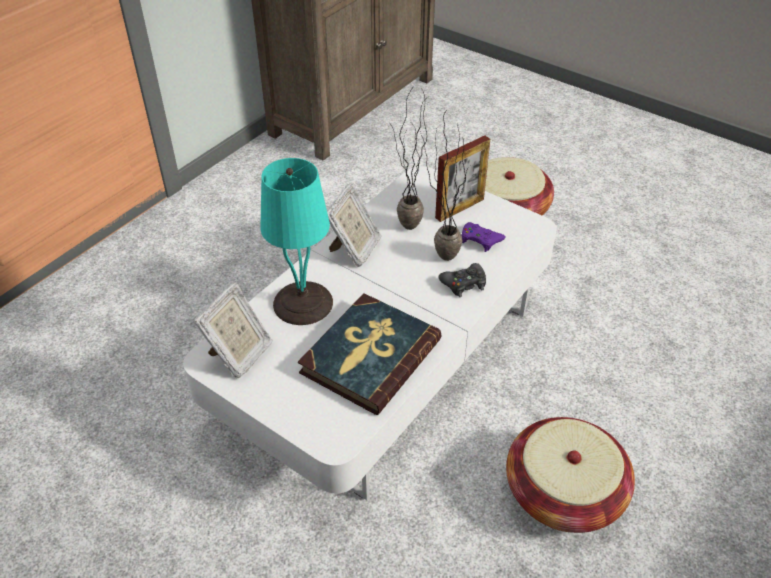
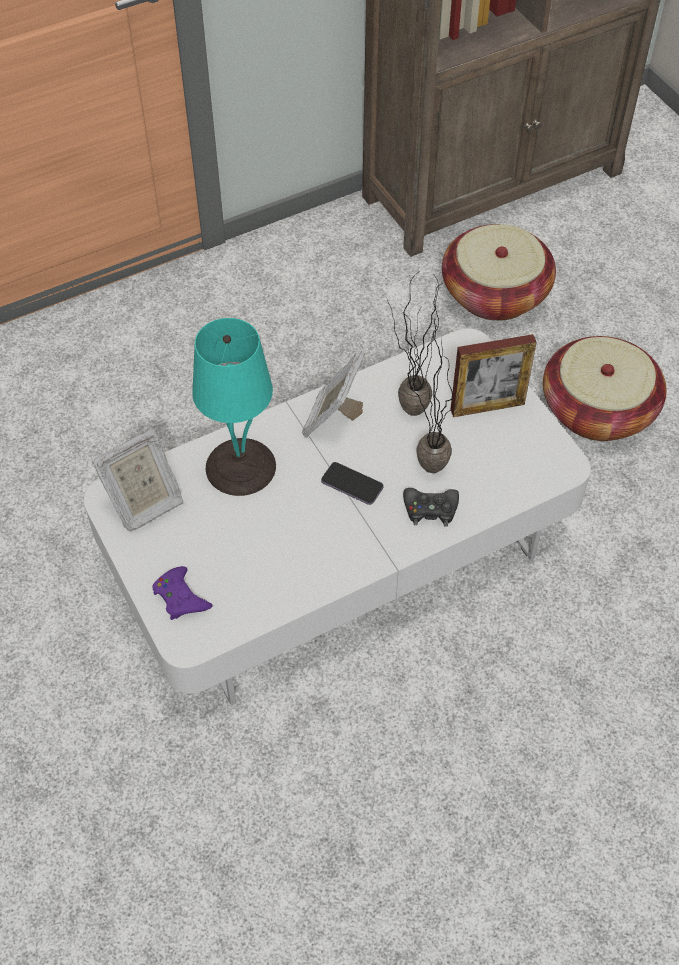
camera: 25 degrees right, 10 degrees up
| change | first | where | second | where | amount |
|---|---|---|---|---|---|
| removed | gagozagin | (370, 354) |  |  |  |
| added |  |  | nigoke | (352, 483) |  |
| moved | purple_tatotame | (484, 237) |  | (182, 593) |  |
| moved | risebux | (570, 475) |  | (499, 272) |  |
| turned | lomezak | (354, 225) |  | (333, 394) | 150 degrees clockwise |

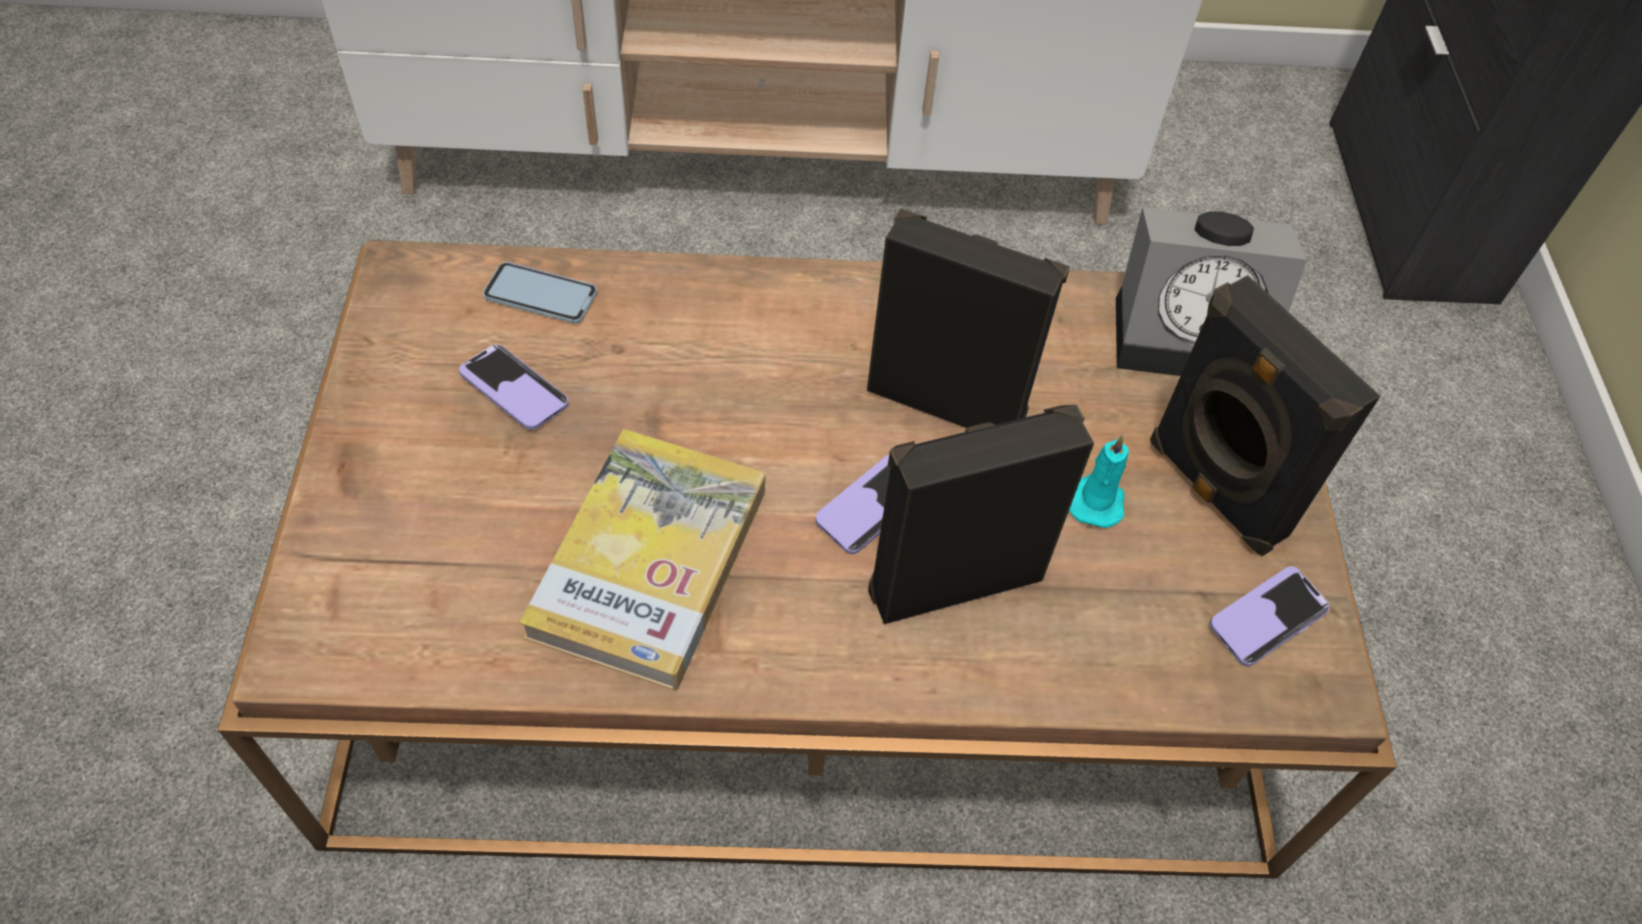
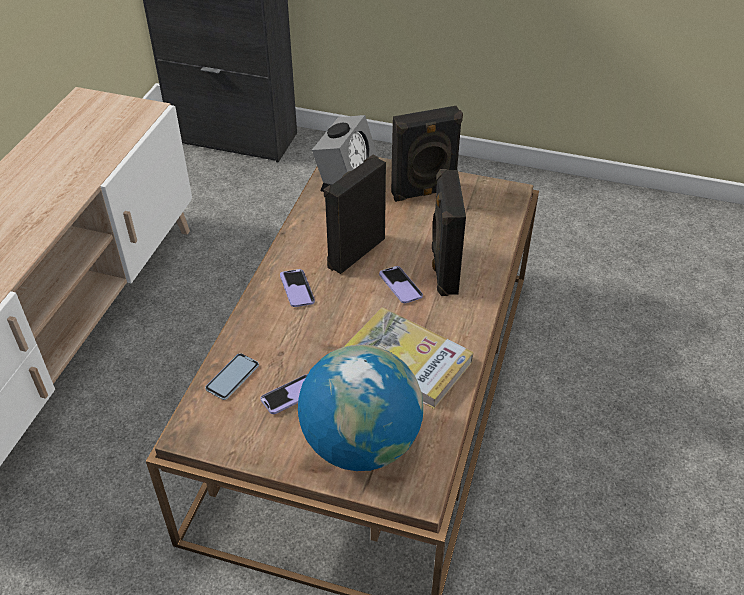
camera: 70 degrees left, 10 degrees down
| change | first | where | second | where | amount |
|---|---|---|---|---|---|
| removed | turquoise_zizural | (1099, 481) |  |  |  |
| added |  |  | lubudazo | (360, 408) |  |
| moved | nigoke | (1270, 616) |  | (297, 288) |  |

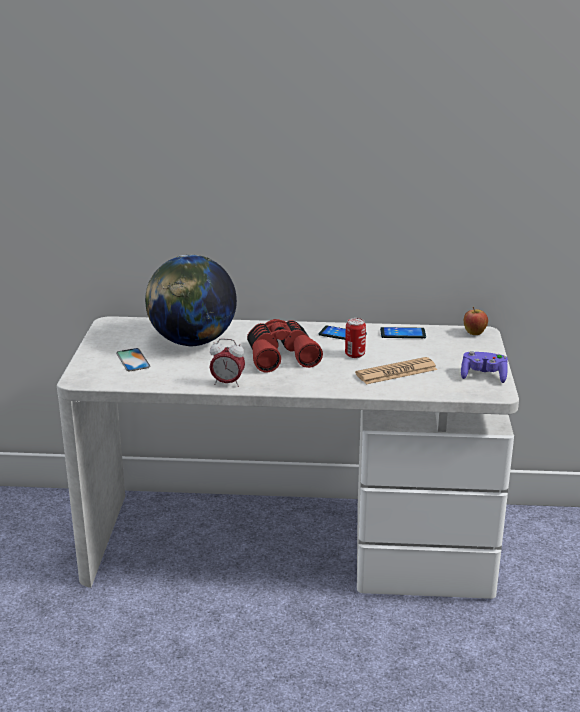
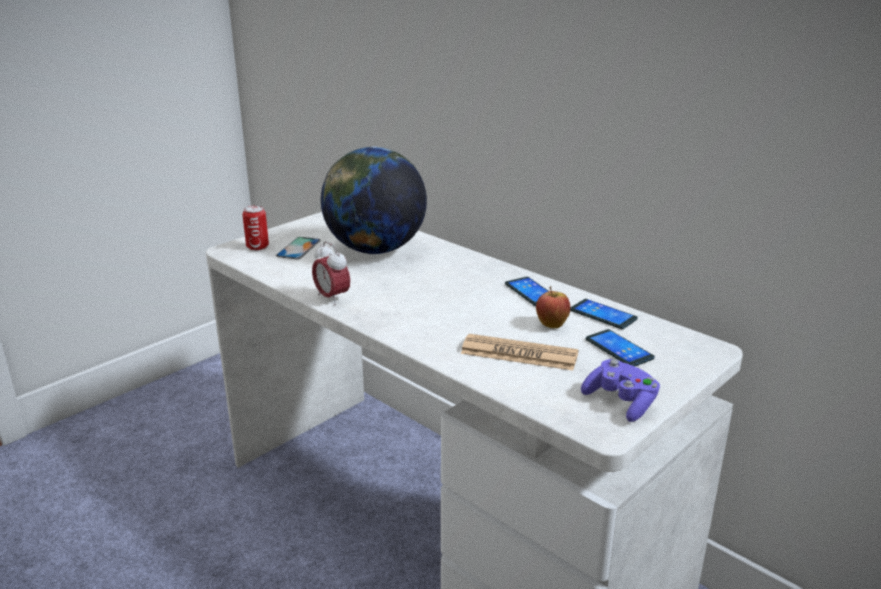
camera: 40 degrees right, 0 degrees up
| change | first | where | second | where | amount |
|---|---|---|---|---|---|
| removed | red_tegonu | (285, 345) |  |  |  |
| added |  |  | nigoke | (620, 347) |  |
| moved | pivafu | (355, 338) |  | (255, 228) |  |
| moved | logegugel | (476, 321) |  | (553, 307) |  |

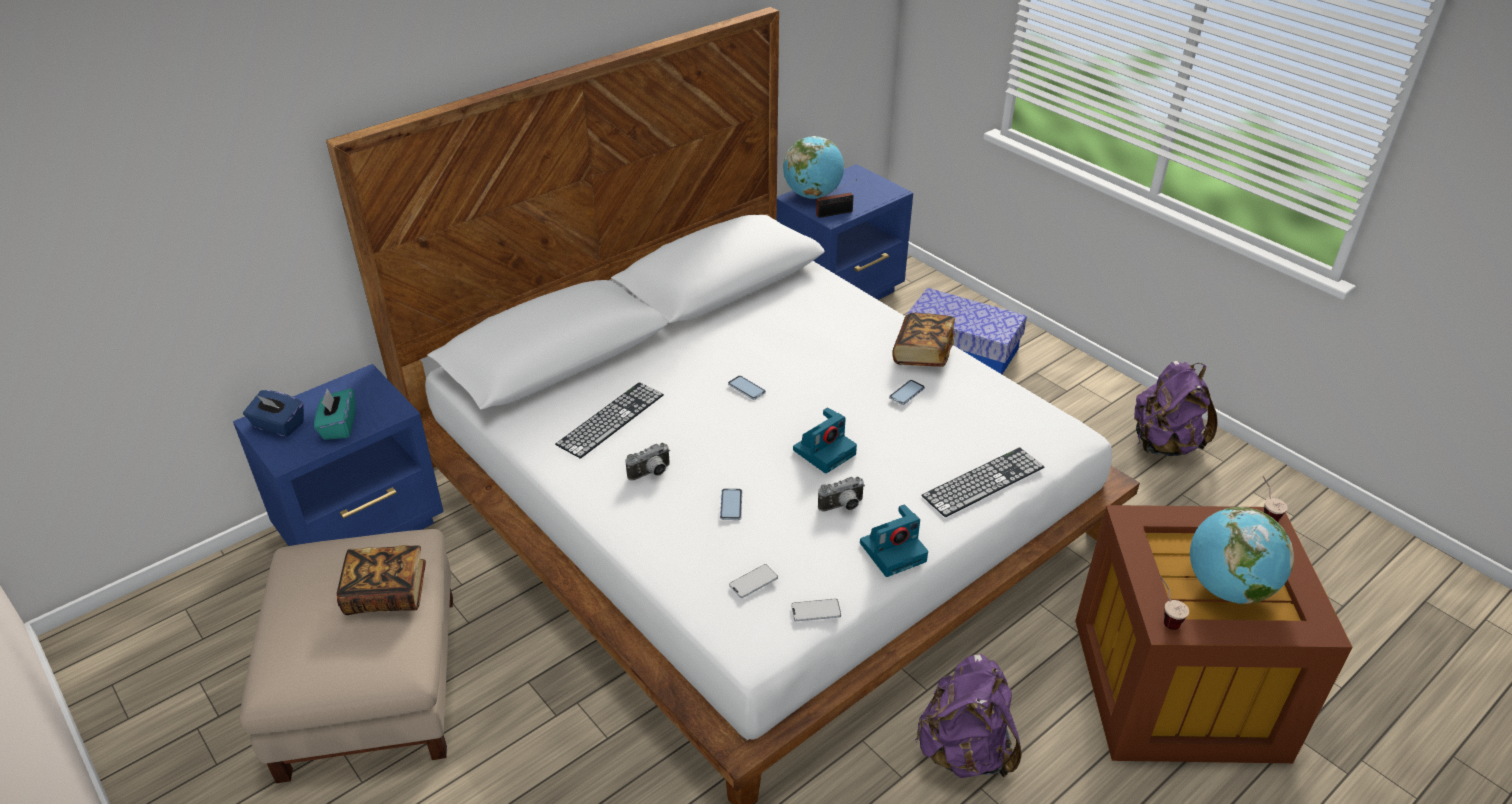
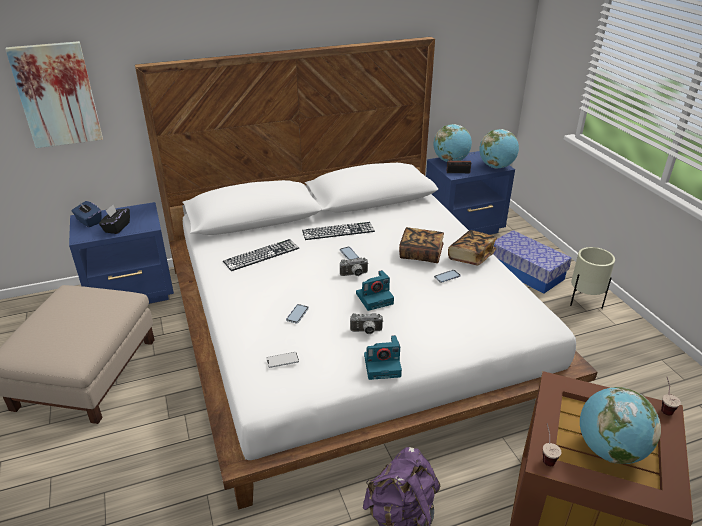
camera: 20 degrees right, 5 degrees down
| change | first | where | second | where | amount |
|---|---|---|---|---|---|
| removed | nigoke | (816, 610) |  |  |  |
| removed | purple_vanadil | (1176, 408) |  |  |  |
| added |  |  | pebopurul | (54, 94) |  |
| added |  |  | lubudazo | (499, 148) |  |
| added |  |  | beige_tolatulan | (592, 278) |  |
| moved | gagozagin | (381, 580) |  | (421, 245) |  |
| moved | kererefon | (648, 462) |  | (354, 267) |  |
| moved | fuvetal | (982, 482) |  | (338, 231) |  |
| recoloured | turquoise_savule | (335, 414) | black_savule | (114, 219) |  |

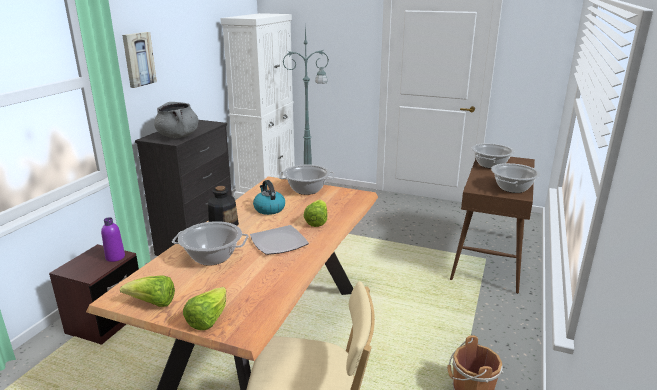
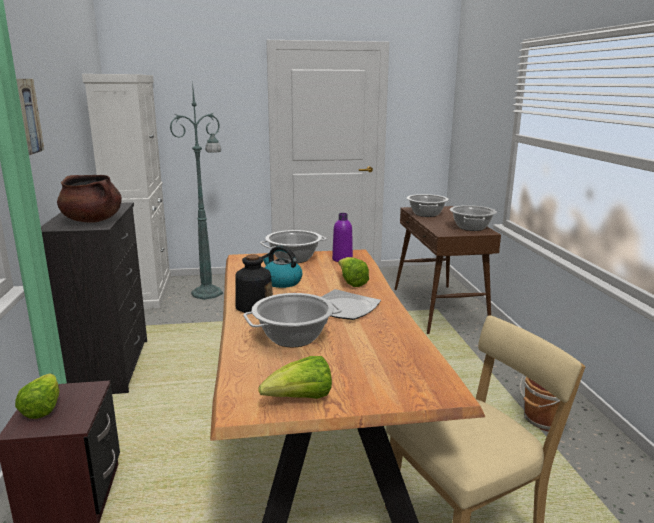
camera: 30 degrees left, 5 degrees down
| change | first | where | second | where | amount |
|---|---|---|---|---|---|
| moved | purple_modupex | (113, 239) |  | (342, 237) |  |
| moved | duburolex | (204, 308) |  | (37, 396) |  |
| recoloured | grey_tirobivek | (176, 120) | brown_tirobivek | (89, 199) |  |

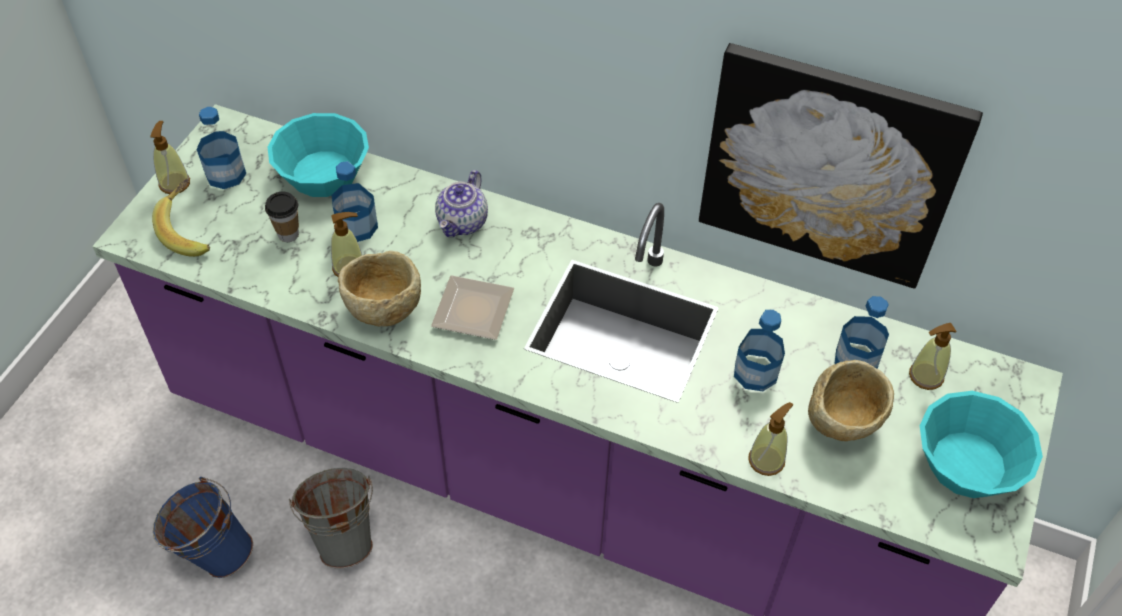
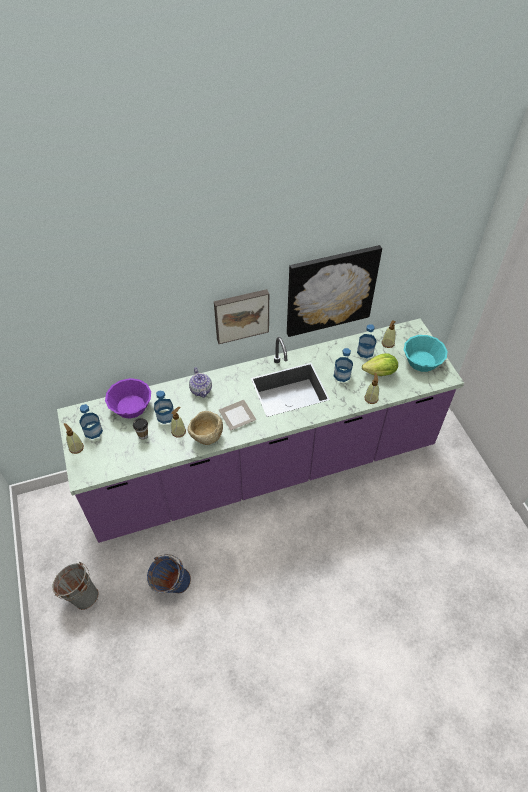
camera: 40 degrees left, 0 degrees up
| change | first | where | second | where | amount |
|---|---|---|---|---|---|
| removed | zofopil | (181, 217) |  |  |  |
| added |  |  | pebopurul | (241, 316) |  |
| moved | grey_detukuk | (331, 518) |  | (75, 586) |  |
| replaced | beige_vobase | (851, 400) | duburolex | (380, 364) |  |
| recoloured | turquoise_vobase | (318, 155) | purple_vobase | (128, 398) |  |

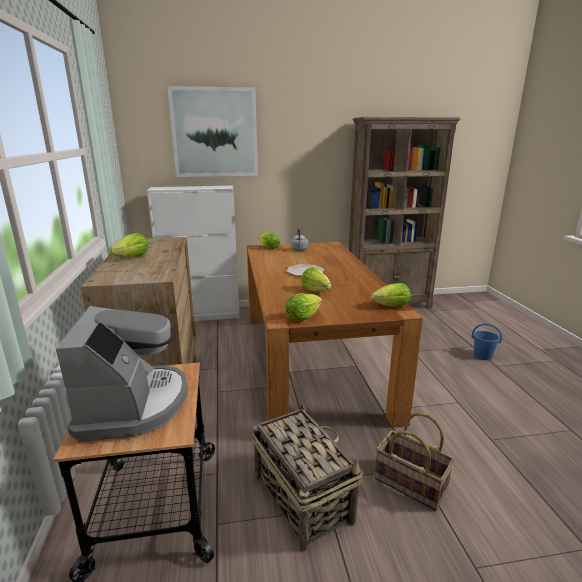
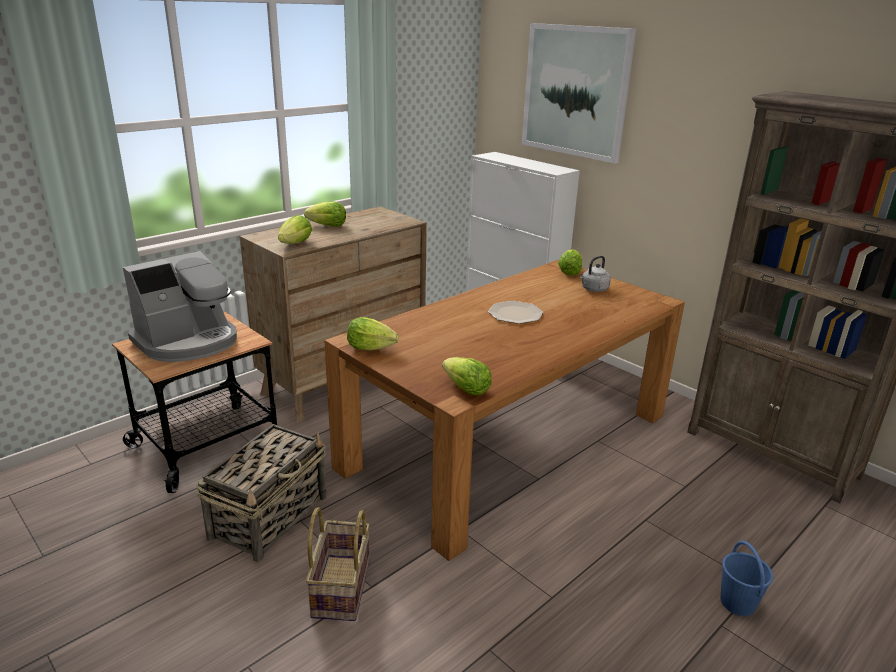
camera: 55 degrees right, 5 degrees up
| change | first | where | second | where | amount |
|---|---|---|---|---|---|
| moved | duburolex | (316, 280) |  | (295, 229) |  |

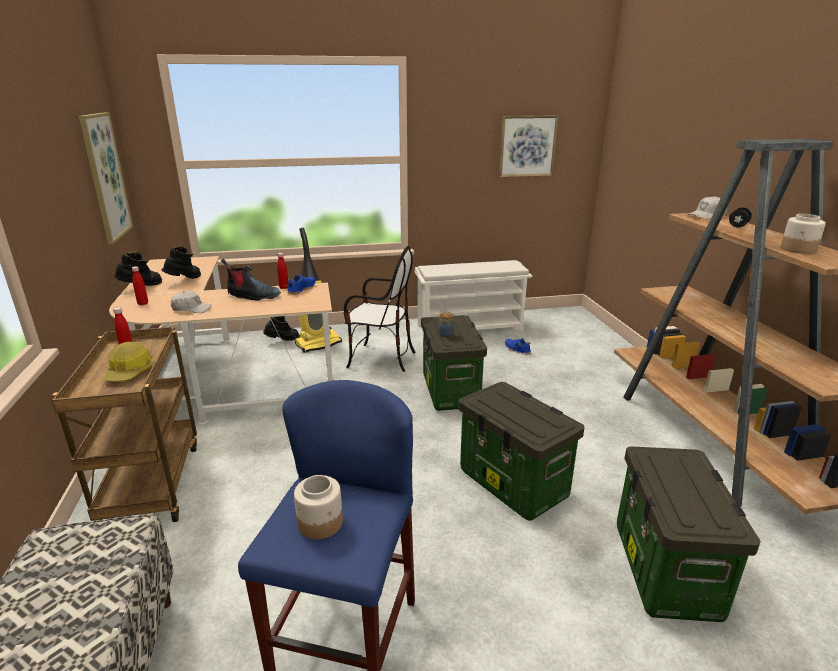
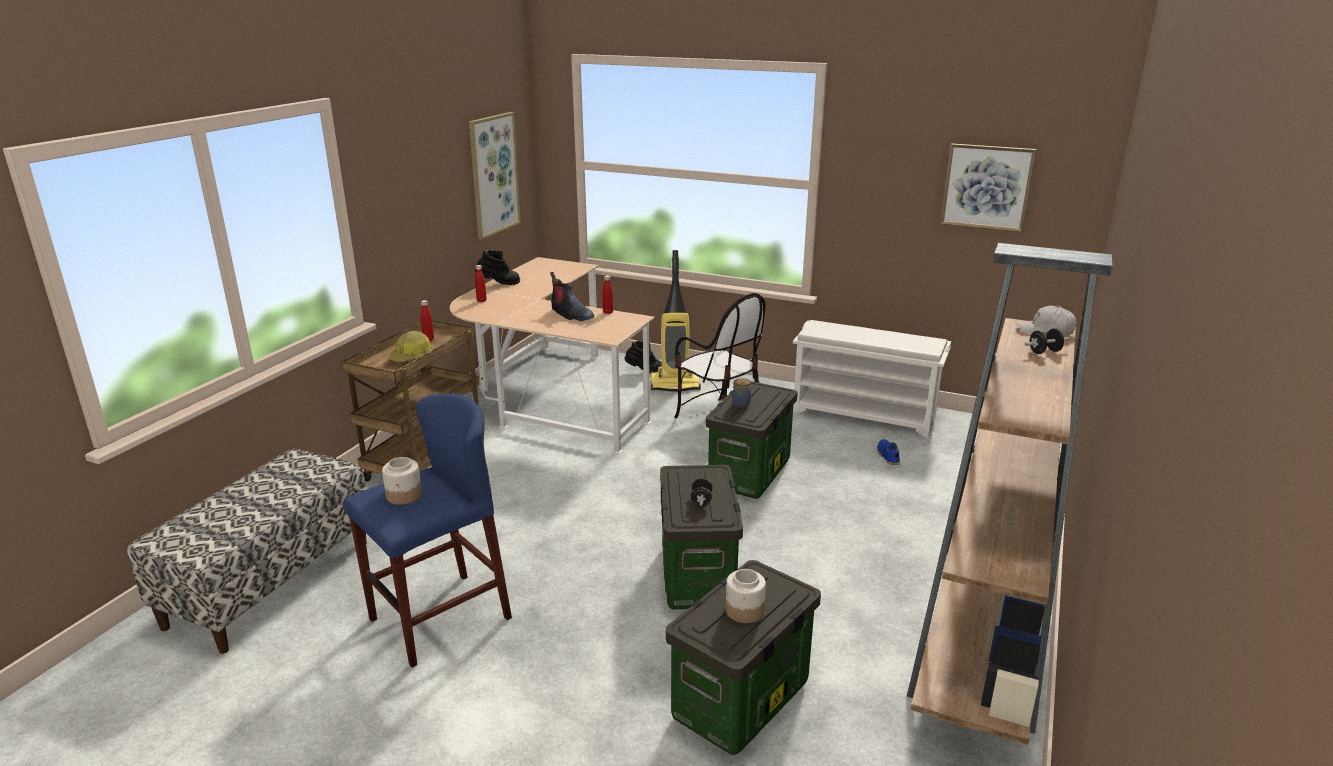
camera: 35 degrees right, 0 degrees up
| change | first | where | second | where | amount |
|---|---|---|---|---|---|
| removed | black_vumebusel | (181, 262) |  |  |  |
| removed | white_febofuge | (191, 302) |  |  |  |
| removed | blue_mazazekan | (301, 284) |  |  |  |
| added |  |  | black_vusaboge | (701, 492) |  |
| moved | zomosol | (803, 234) |  | (746, 596) |  |

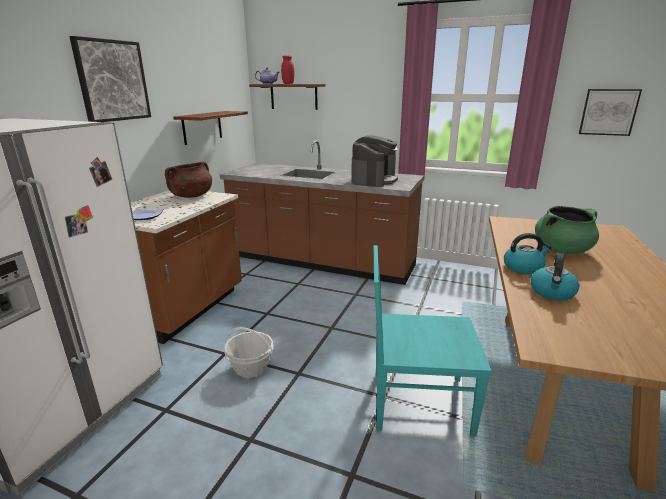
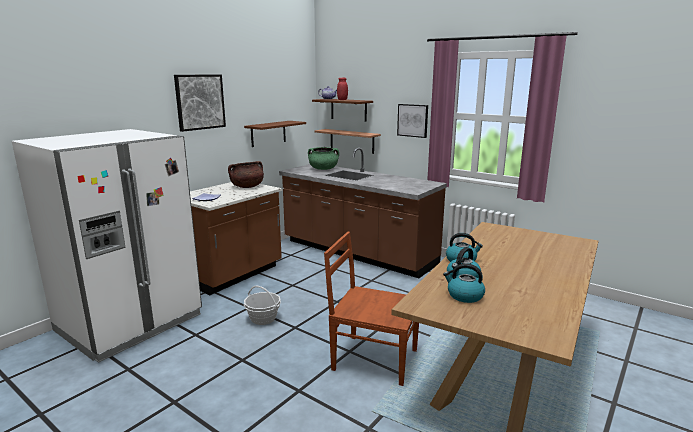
camera: 15 degrees right, 5 degrees down
| change | first | where | second | where | amount |
|---|---|---|---|---|---|
| removed | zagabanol | (374, 161) |  |  |  |
| added |  |  | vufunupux | (347, 141) |  |
| added |  |  | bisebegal | (464, 283) |  |
| moved | green_tirobivek | (567, 230) |  | (323, 158) |  |
| moved | pebopurul | (610, 112) |  | (412, 121) |  |
| recoloured | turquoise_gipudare | (433, 341) | brown_gipudare | (371, 309) |  |

